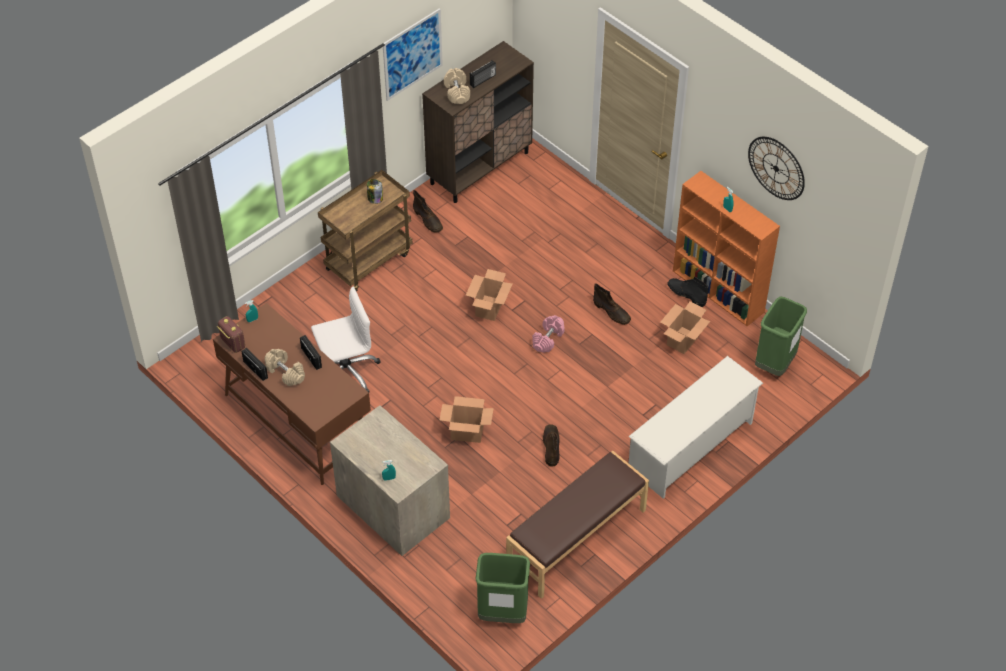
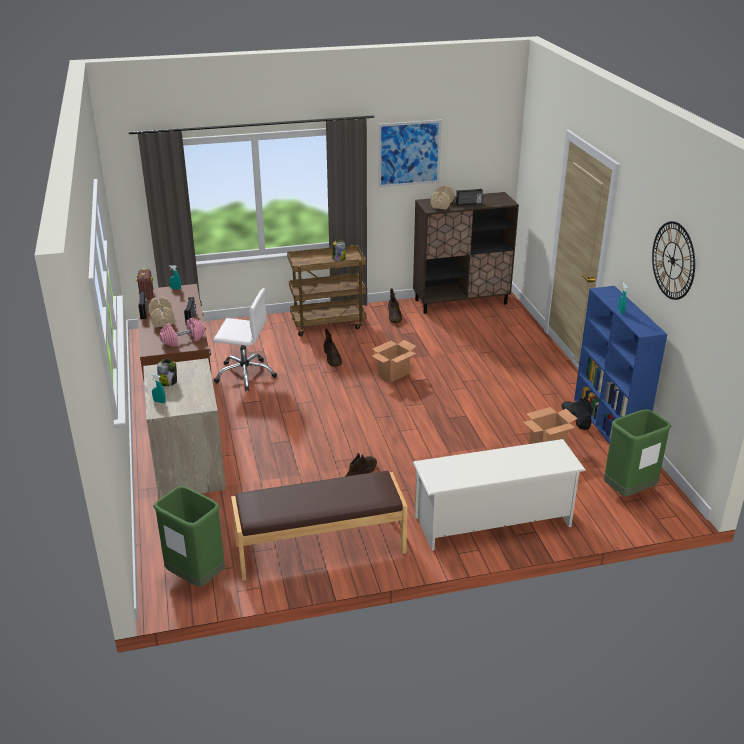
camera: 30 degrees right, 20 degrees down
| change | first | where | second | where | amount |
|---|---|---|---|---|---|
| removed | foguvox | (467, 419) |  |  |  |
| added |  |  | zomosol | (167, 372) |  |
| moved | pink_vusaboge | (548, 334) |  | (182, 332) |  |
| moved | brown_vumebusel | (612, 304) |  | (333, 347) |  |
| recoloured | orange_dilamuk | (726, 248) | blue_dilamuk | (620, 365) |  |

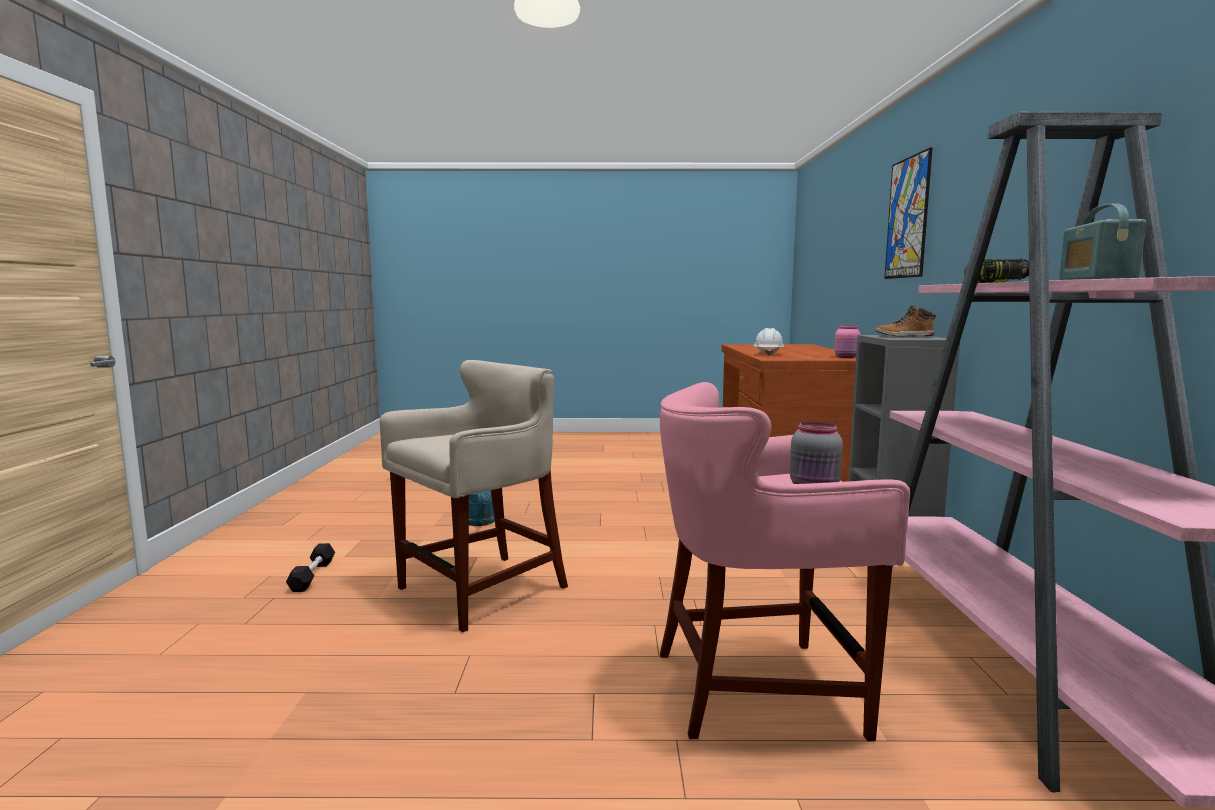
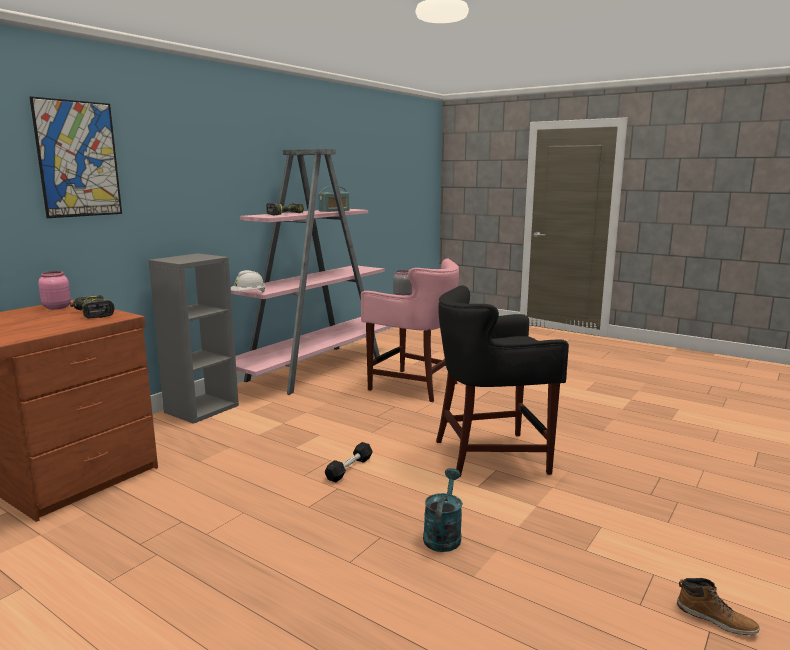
camera: 145 degrees left, 5 degrees up
| change | first | where | second | where | amount |
|---|---|---|---|---|---|
| added |  |  | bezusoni | (92, 306) |  |
| moved | black_vusaboge | (310, 567) |  | (349, 462) |  |
| moved | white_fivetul | (769, 342) |  | (248, 281) |  |
| moved | vumebusel | (905, 321) |  | (718, 606) |  |
| recoloured | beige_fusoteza | (474, 496) | black_fusoteza | (502, 381) |  |

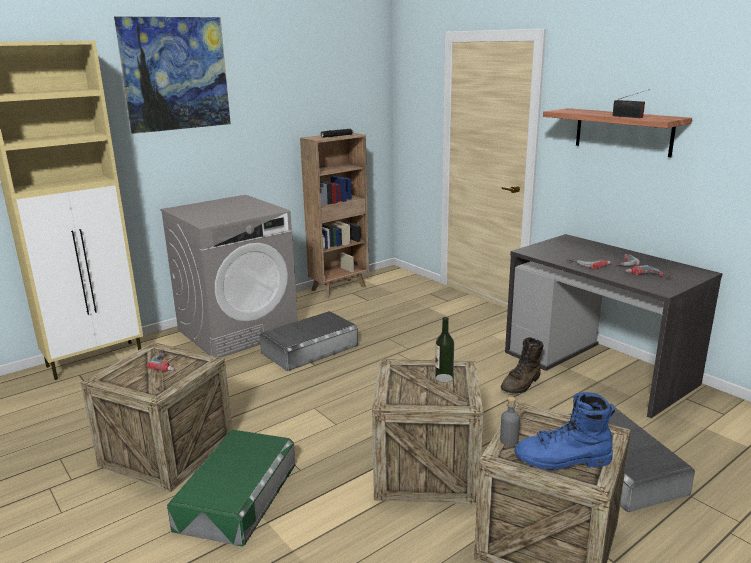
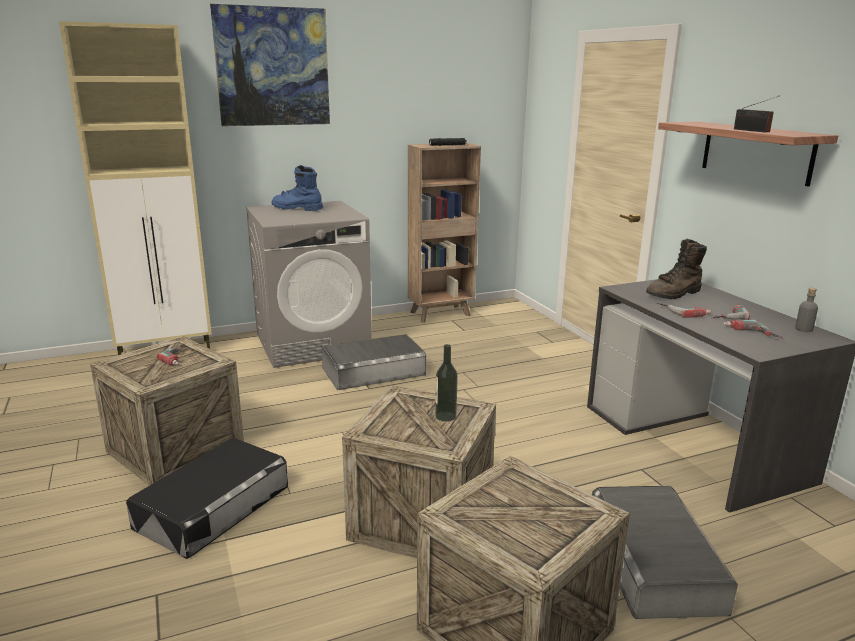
camera: 15 degrees right, 0 degrees up
| change | first | where | second | where | amount |
|---|---|---|---|---|---|
| moved | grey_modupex | (510, 421) |  | (806, 310) |  |
| moved | brown_vumebusel | (522, 365) |  | (676, 269) |  |
| moved | blue_vumebusel | (564, 431) |  | (297, 188) |  |
| recoloured | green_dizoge | (231, 488) | black_dizoge | (207, 498) |  |

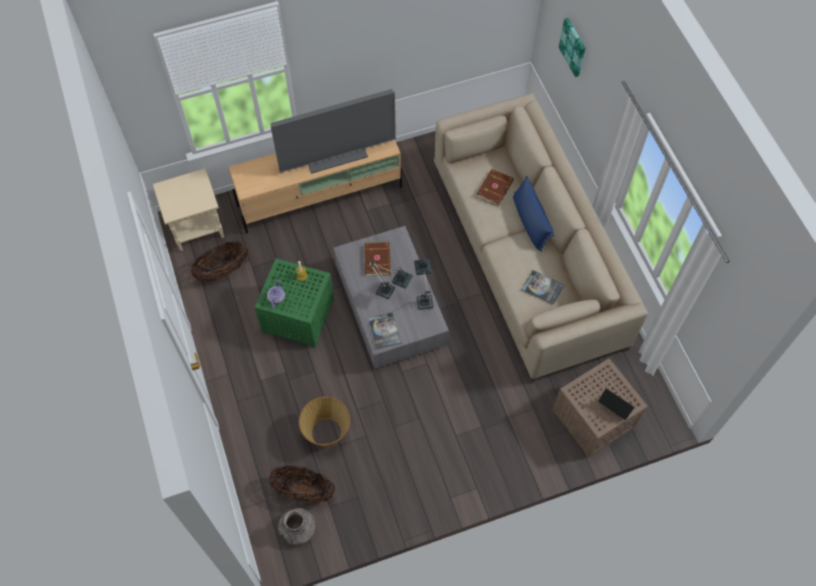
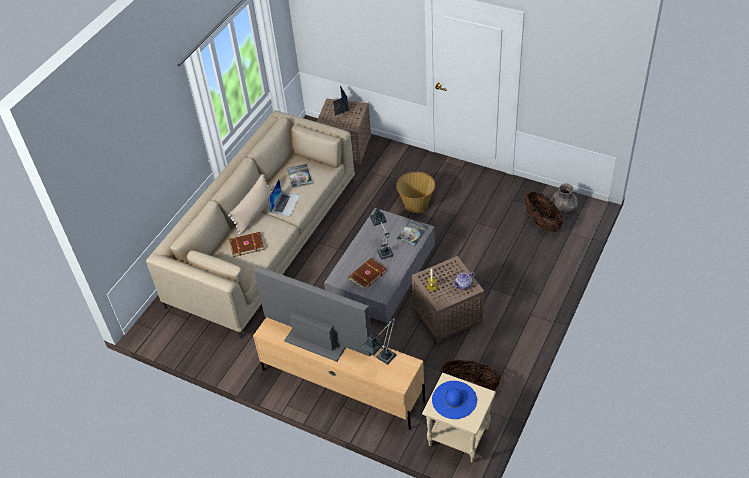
camera: 130 degrees left, 15 degrees down
| change | first | where | second | where | amount |
|---|---|---|---|---|---|
| removed | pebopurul | (572, 47) |  |  |  |
| added |  |  | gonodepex | (284, 198) |  |
| added |  |  | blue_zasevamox | (454, 400) |  |
| moved | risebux | (324, 422) |  | (415, 192) |  |
| moved | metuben | (424, 284) |  | (378, 341) |  |
| recoloured | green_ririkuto | (294, 303) | brown_ririkuto | (448, 299) |  |
| recoloured | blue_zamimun | (534, 213) | beige_zamimun | (250, 204) |  |

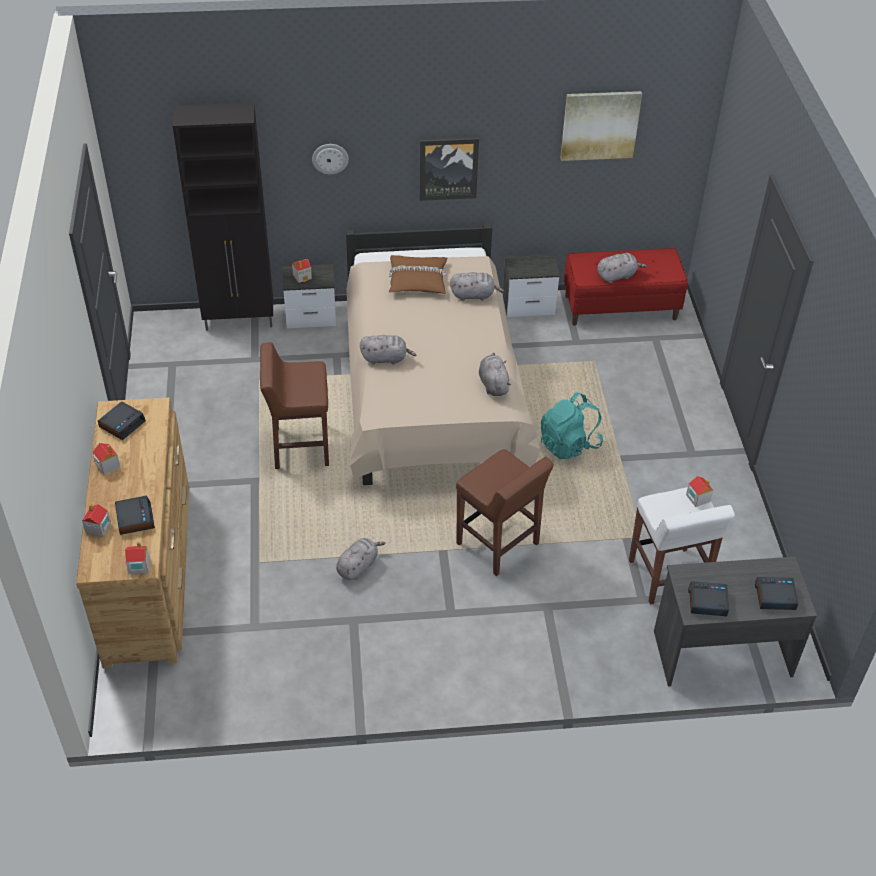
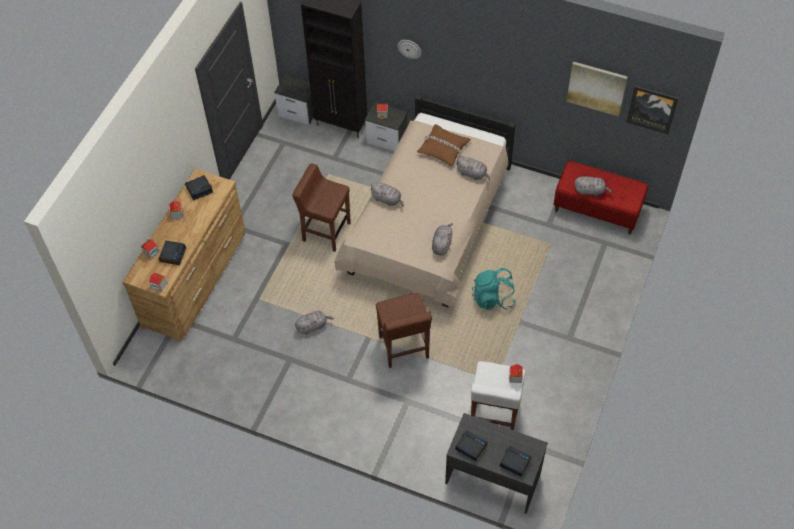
camera: 30 degrees right, 10 degrees up
| change | first | where | second | where | amount |
|---|---|---|---|---|---|
| moved | pebopurul | (449, 169) |  | (652, 110) |  |
| moved | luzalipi | (531, 285) |  | (294, 100) |  |

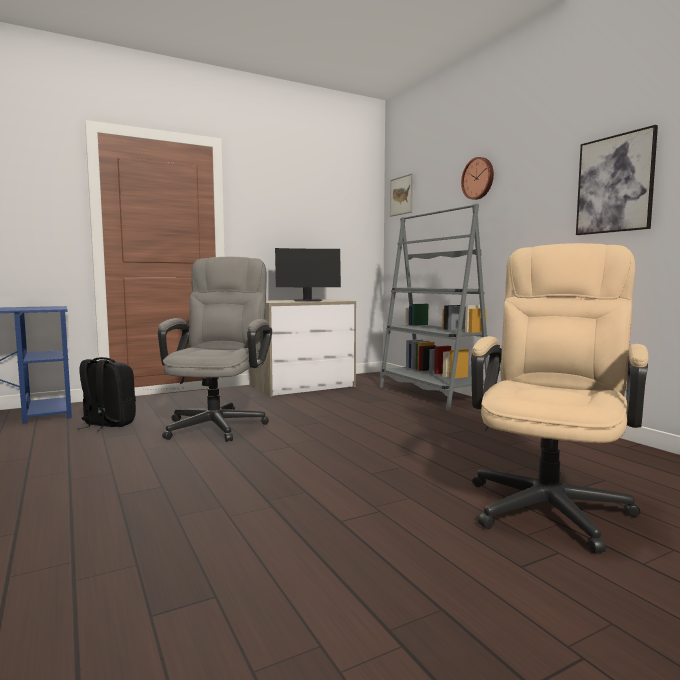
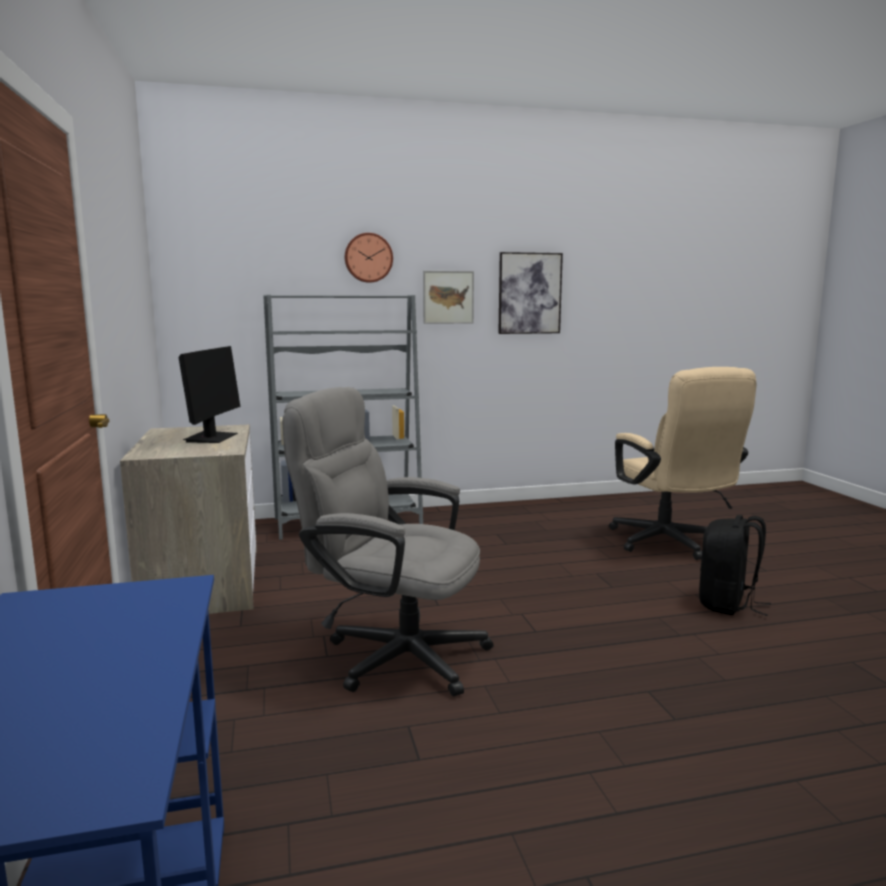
camera: 75 degrees left, 5 degrees up
| change | first | where | second | where | amount |
|---|---|---|---|---|---|
| moved | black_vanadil | (107, 394) |  | (735, 565) |  |
| moved | pebopurul | (401, 195) |  | (448, 297) |  |
| turned | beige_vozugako | (559, 398) |  | (683, 463) | 150 degrees counterclockwise |

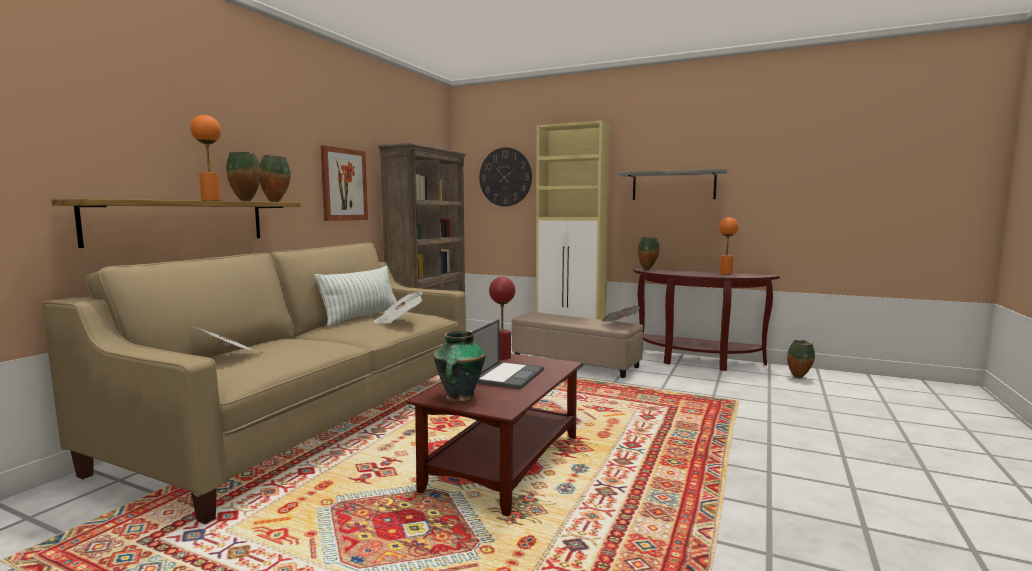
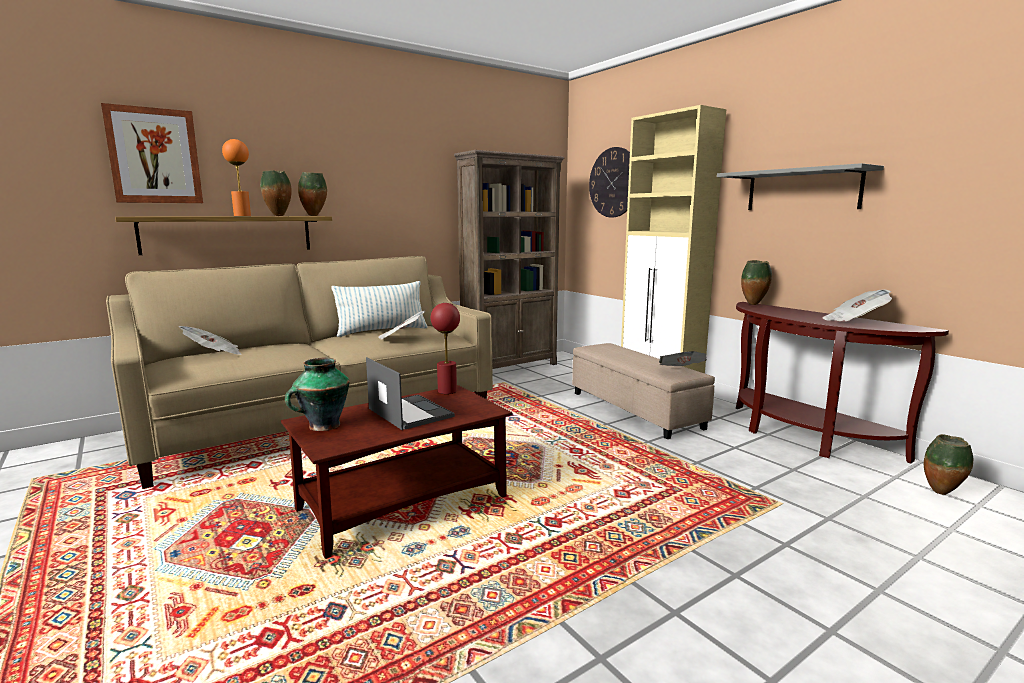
camera: 30 degrees right, 5 degrees up
| change | first | where | second | where | amount |
|---|---|---|---|---|---|
| moved | pebopurul | (344, 183) |  | (152, 153) |  |
| replaced | orange_metuben | (728, 246) | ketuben | (857, 305) |  |
| turned | gonodepex | (508, 354) |  | (410, 393) | 90 degrees counterclockwise |

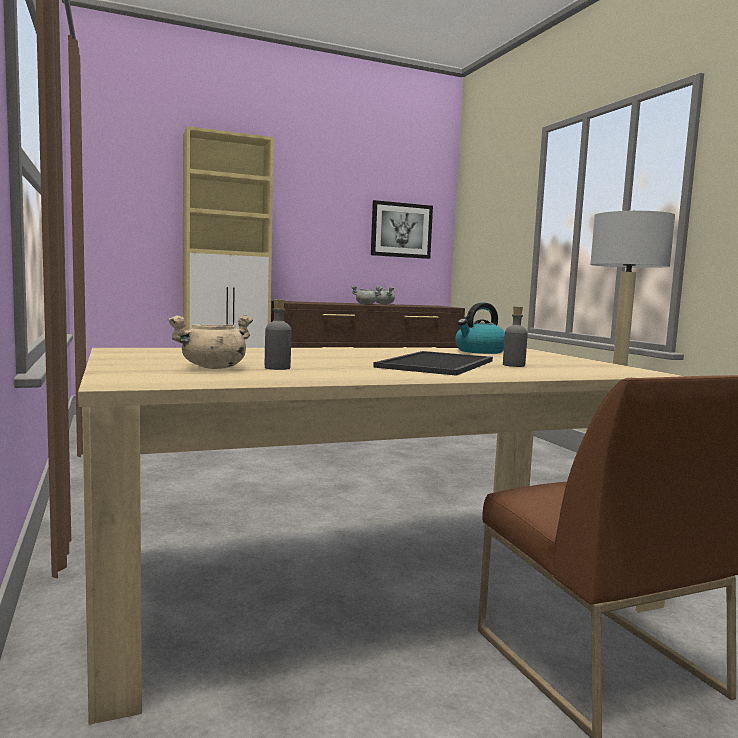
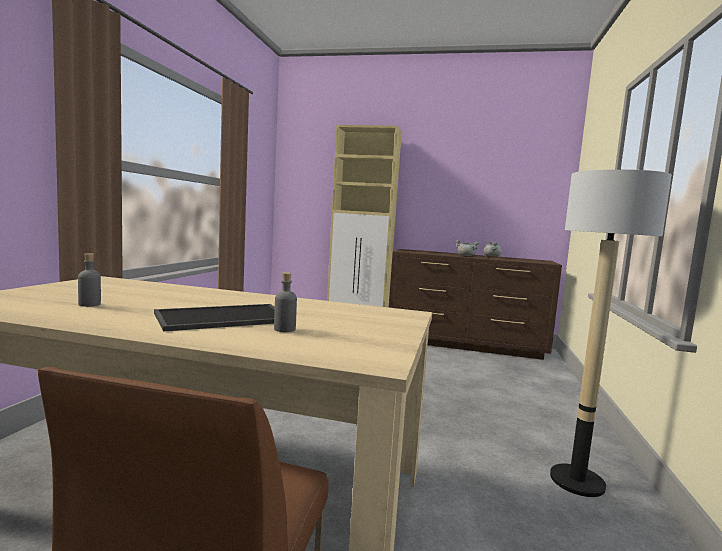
camera: 35 degrees right, 0 degrees up
| change | first | where | second | where | amount |
|---|---|---|---|---|---|
| removed | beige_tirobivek | (210, 342) |  |  |  |
| removed | pebopurul | (402, 229) |  |  |  |
| removed | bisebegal | (480, 328) |  |  |  |

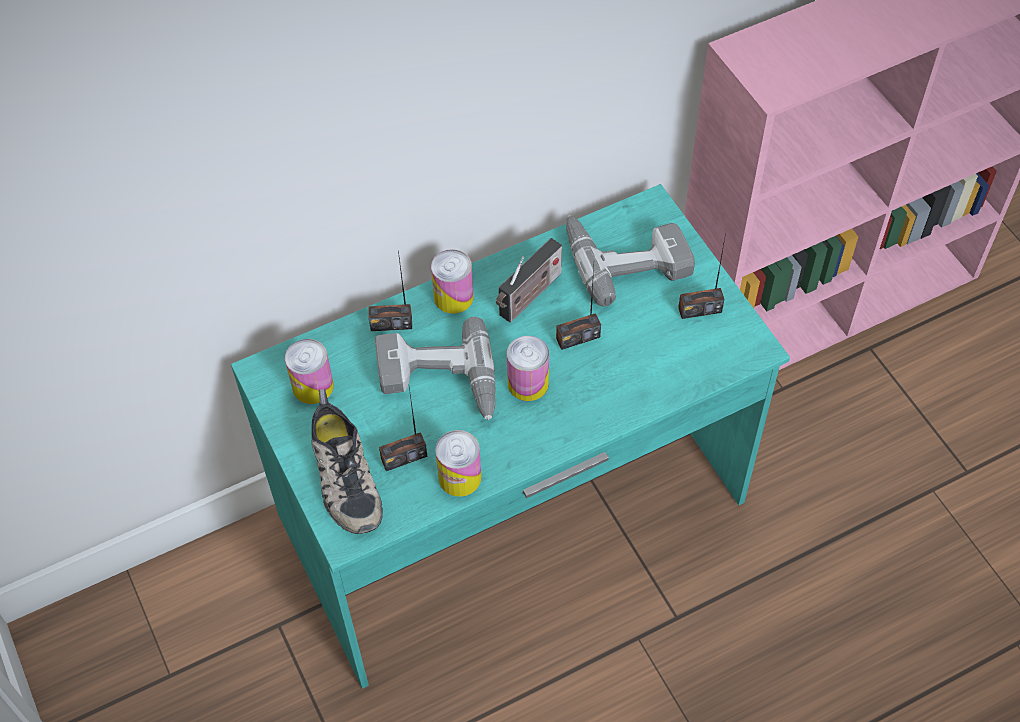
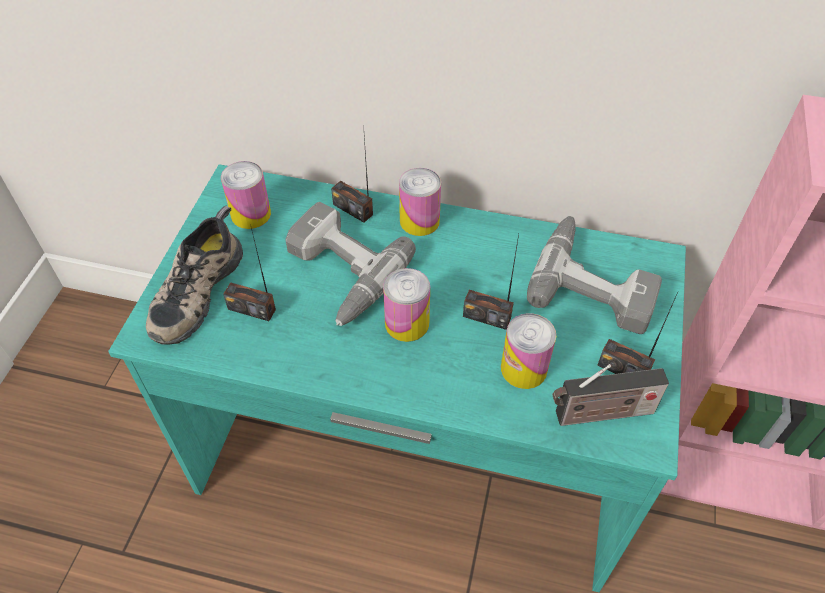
camera: 40 degrees right, 5 degrees down
| change | first | where | second | where | amount |
|---|---|---|---|---|---|
| moved | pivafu | (458, 463) |  | (528, 351) |  |
| moved | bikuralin | (529, 280) |  | (611, 395) |  |

